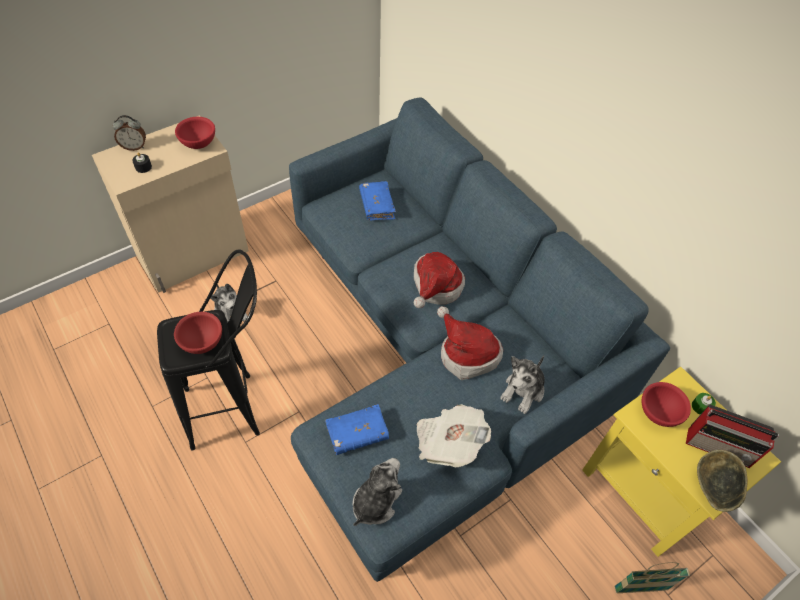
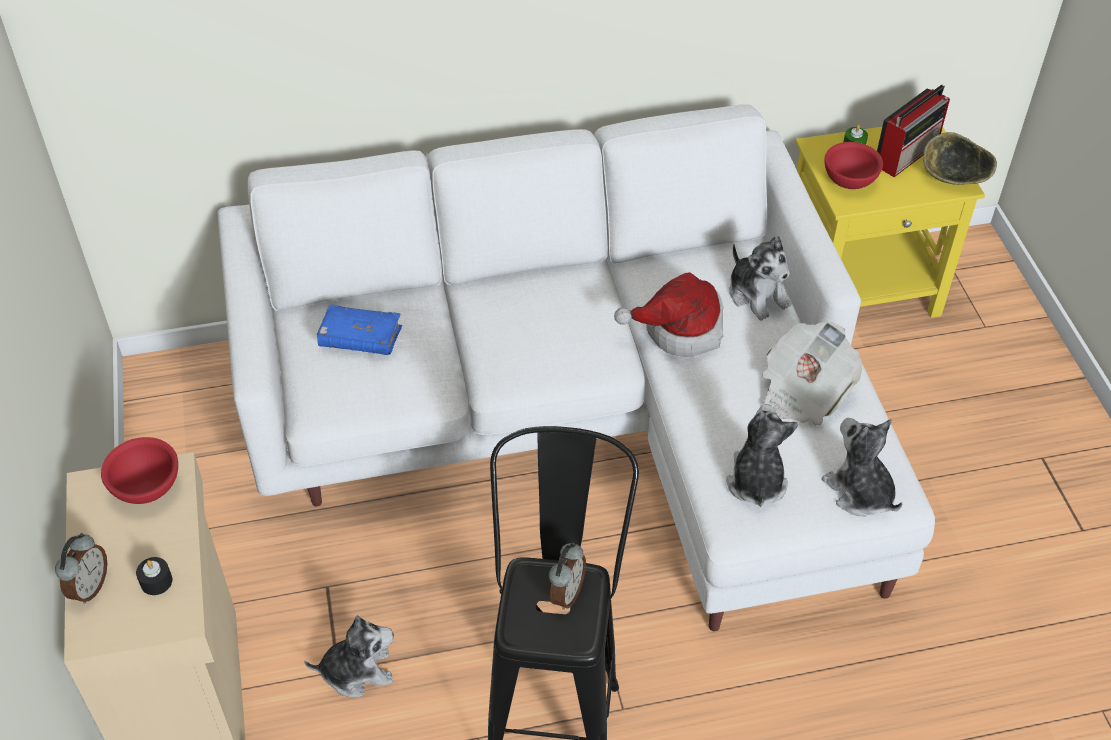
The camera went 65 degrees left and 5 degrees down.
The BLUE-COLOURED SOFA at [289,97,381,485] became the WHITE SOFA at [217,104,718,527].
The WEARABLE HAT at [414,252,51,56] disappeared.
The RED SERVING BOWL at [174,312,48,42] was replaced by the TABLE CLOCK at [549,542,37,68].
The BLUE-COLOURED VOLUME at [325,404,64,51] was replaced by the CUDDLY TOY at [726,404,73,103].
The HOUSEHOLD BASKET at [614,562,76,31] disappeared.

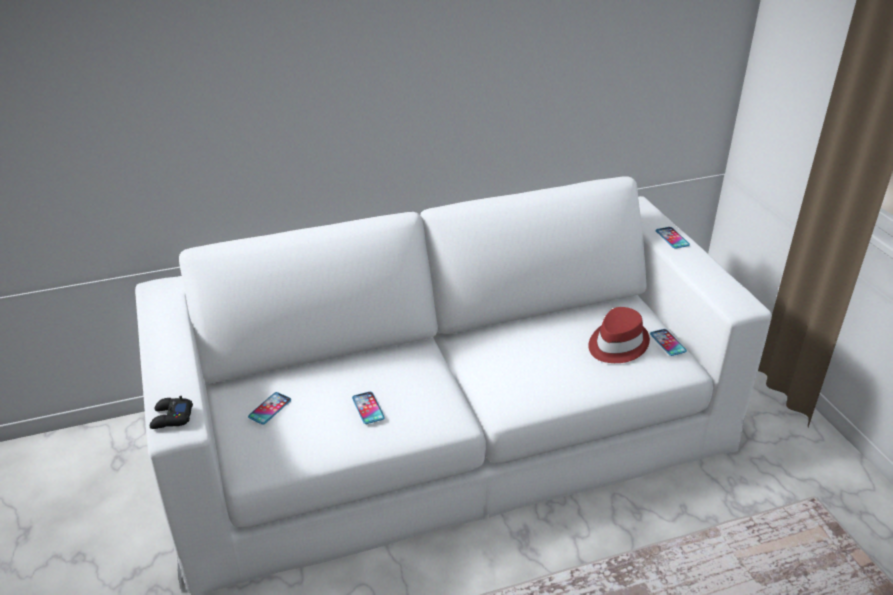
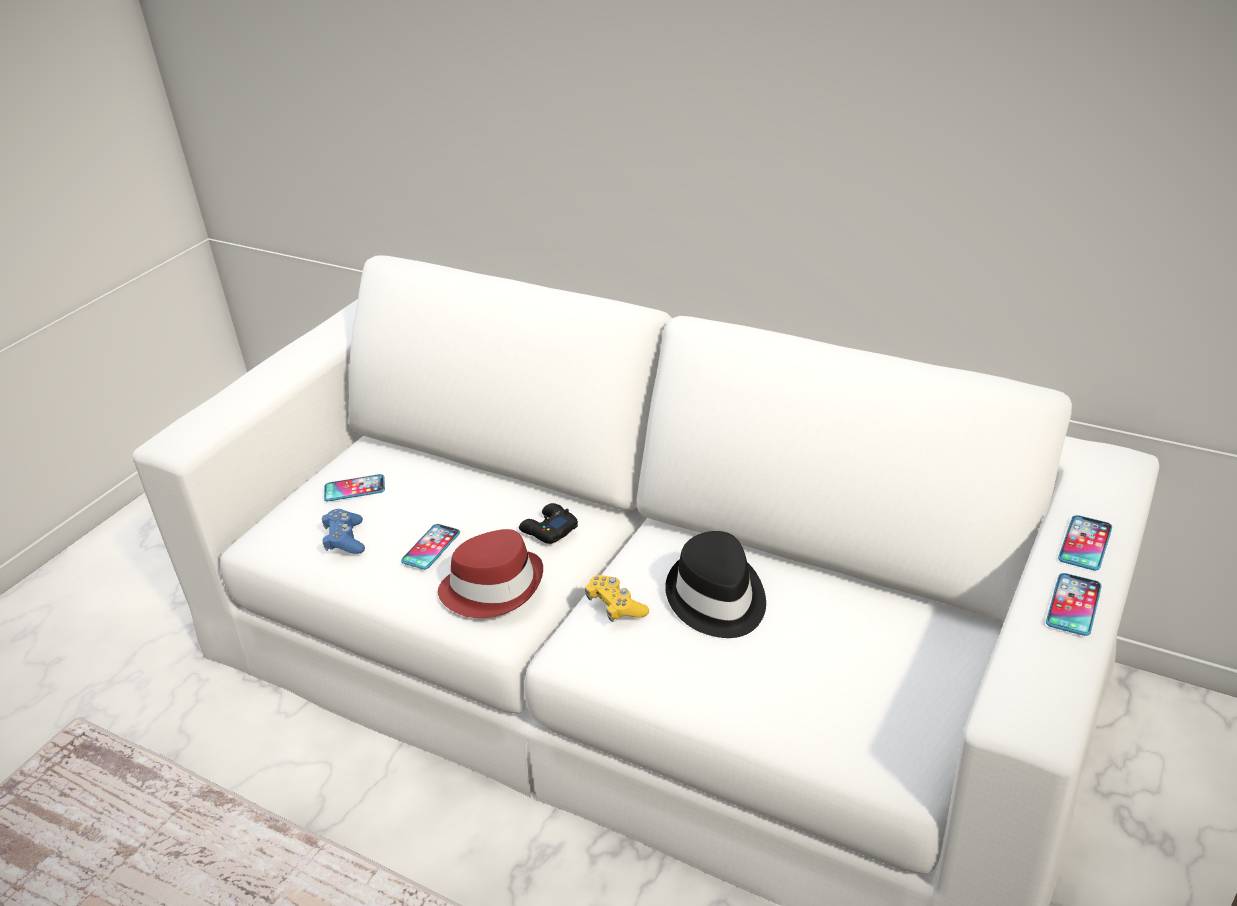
The camera went 50 degrees right and 0 degrees up.
The RED WEARABLE HAT moved from [588,307,62,56] to [438,529,105,89].
The HANDSET moved from [650,329,37,27] to [1046,573,56,63].
The BLACK-COLOURED GAMEPAD moved from [150,396,43,33] to [519,503,59,41].
The BLUE-COLOURED GAMEPAD at [322,509,43,45] appeared.
The BLACK-COLOURED WEARABLE HAT at [665,531,101,107] appeared.
The YELLOW GAMEPAD at [585,575,64,47] appeared.

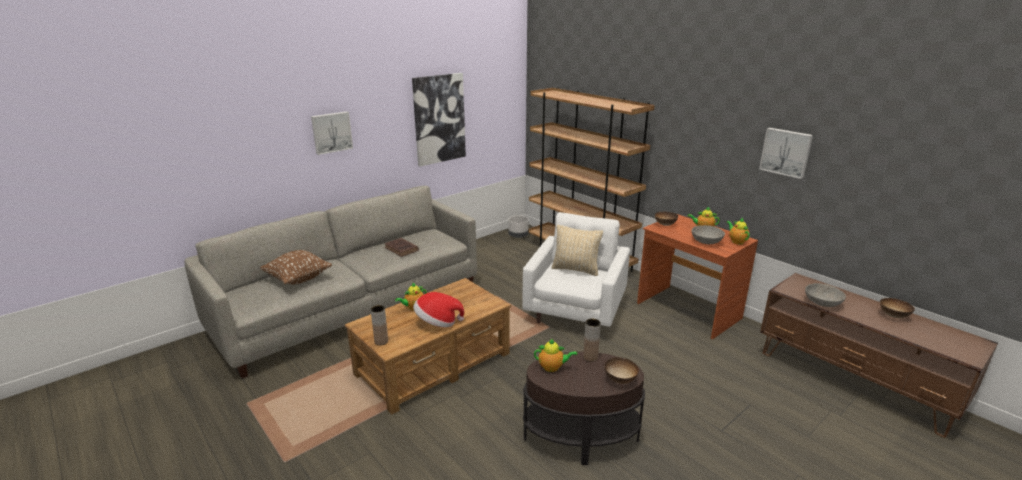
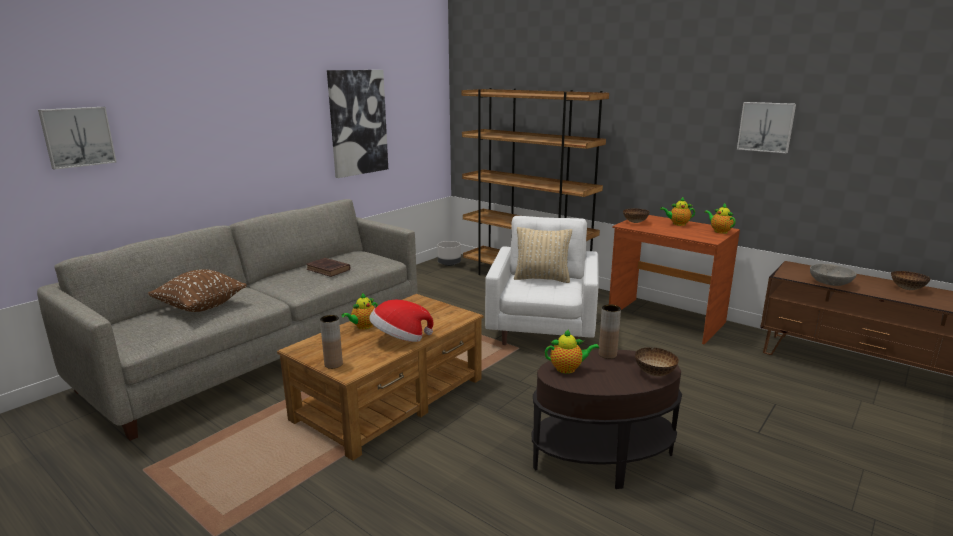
The camera went 10 degrees left and 5 degrees down.
The WALL ART moved from [311,111,42,44] to [38,107,79,63].
The GREYISH SERVING BOWL at [692,225,33,19] disappeared.

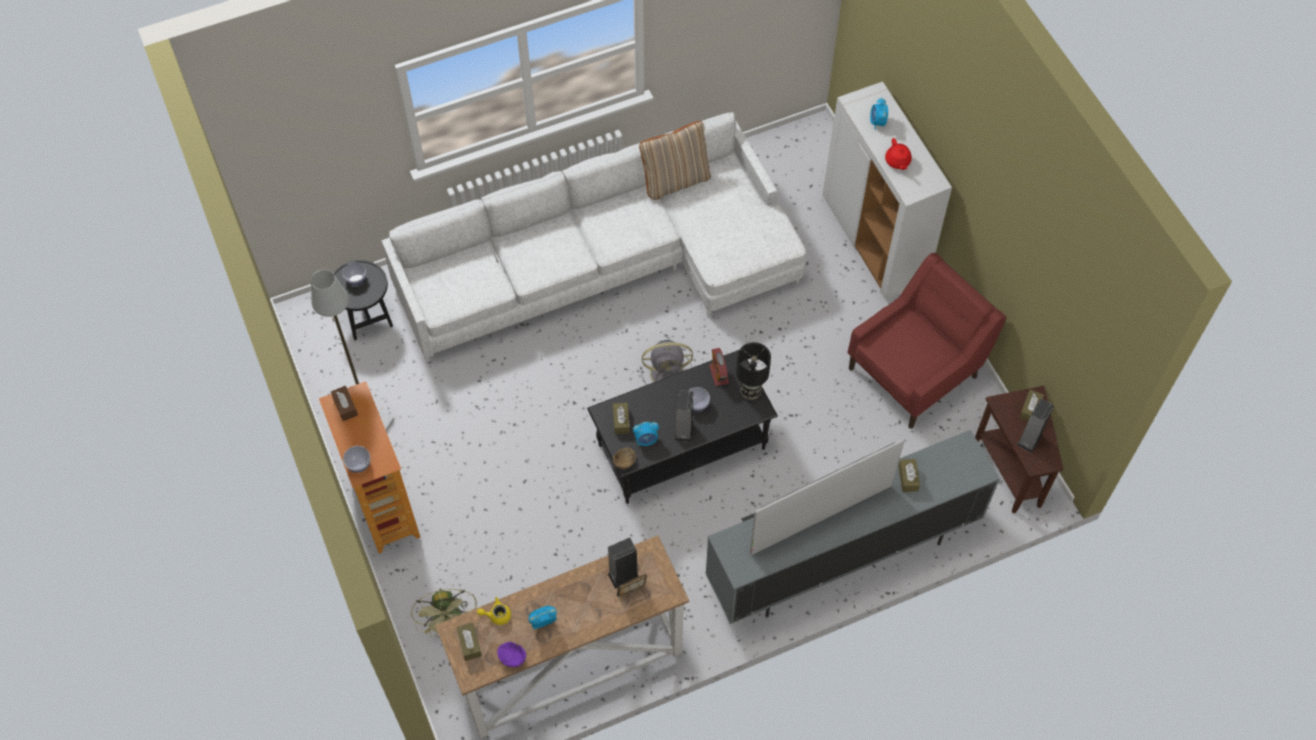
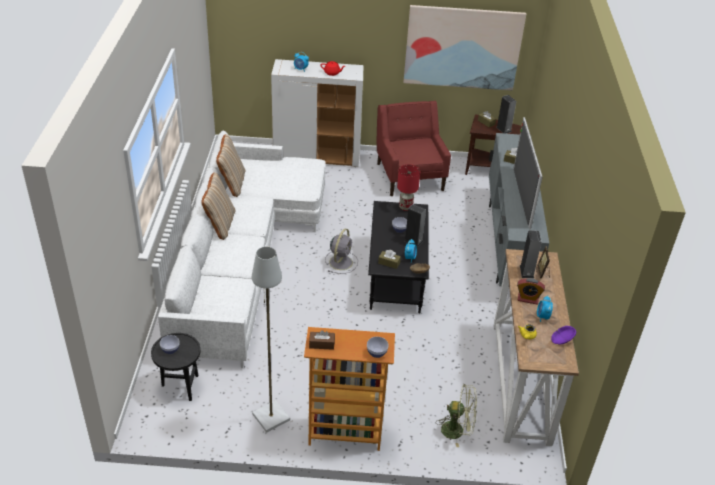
The camera went 65 degrees left and 20 degrees down.
The BLACK-COLOURED TABLE LAMP at [736,342,35,58] became the RED TABLE LAMP at [397,164,23,47].
The TABLE CLOCK moved from [709,348,20,38] to [517,278,28,27].
The BROWN TISSUE BOX at [457,623,25,38] disappeared.
The WALL ART at [403,5,123,86] appeared.
The BEIGE PILLOW at [202,172,34,68] appeared.

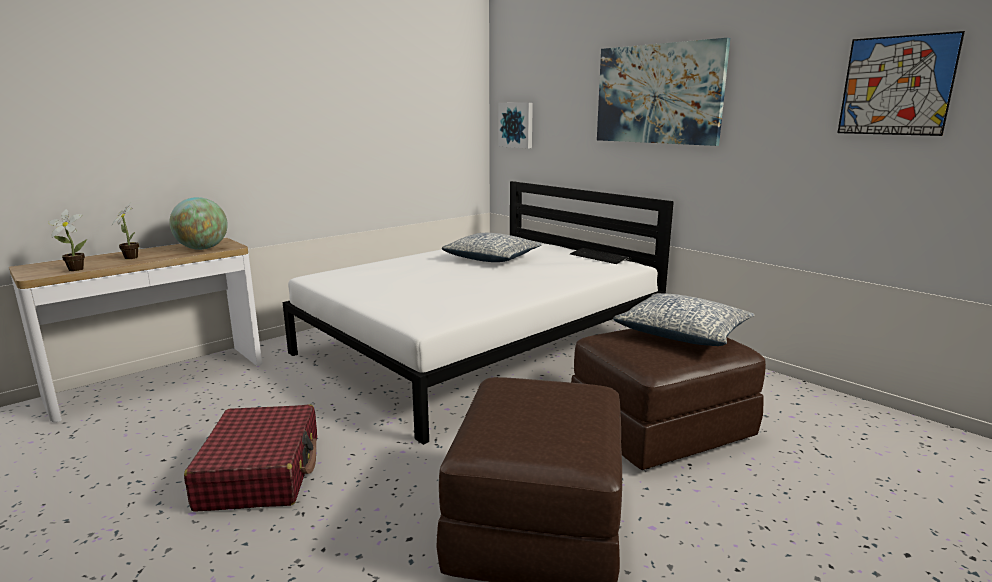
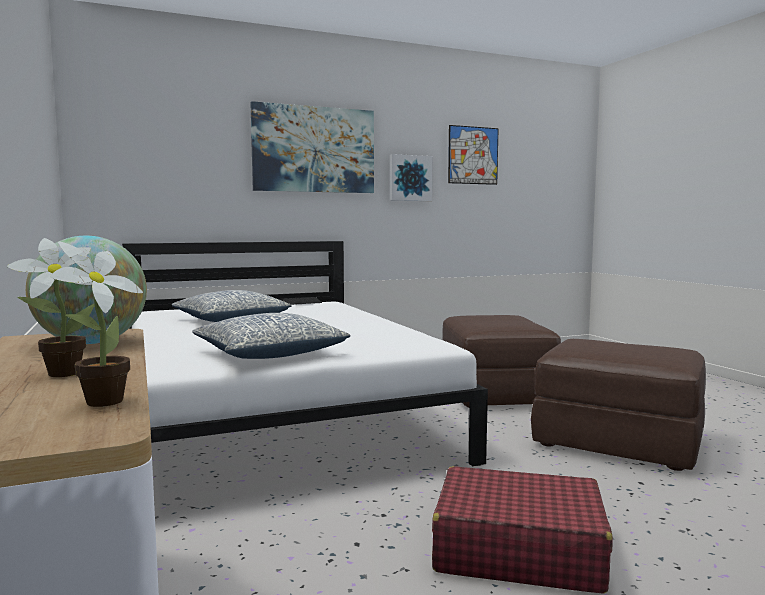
The camera went 70 degrees left and 10 degrees down.
The WALL ART moved from [498,103,35,46] to [390,154,43,47].
The PILLOW moved from [613,293,142,53] to [192,313,159,46].

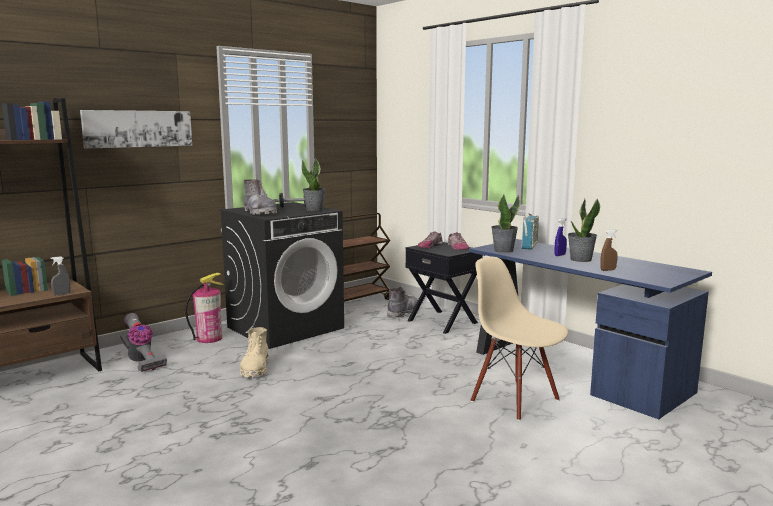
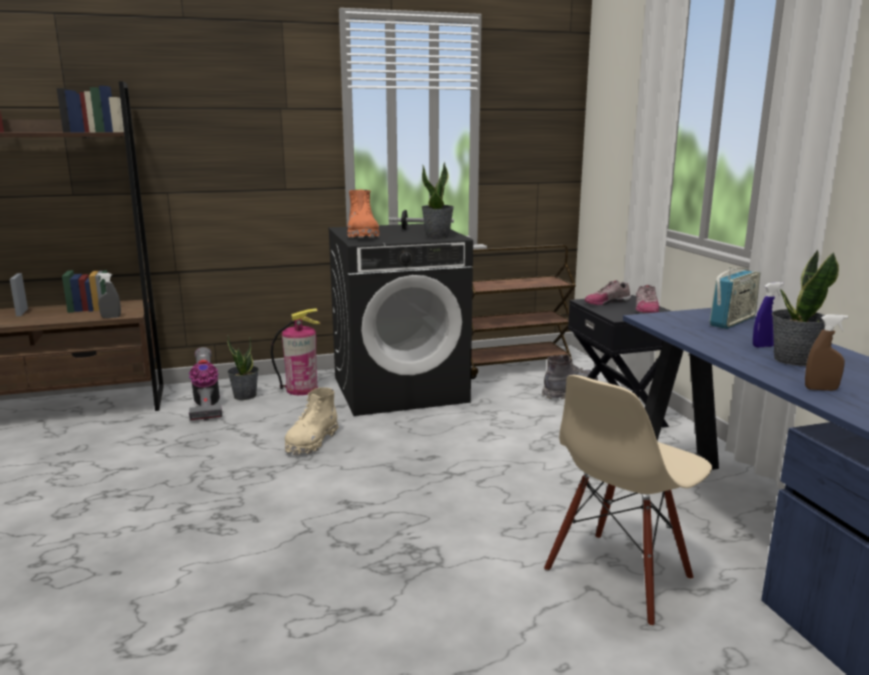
The camera went 25 degrees right and 5 degrees up.
The WALL ART at [80,110,112,39] disappeared.
The GREYISH HIGH-TOP BOOT at [244,179,33,36] became the ORANGE-COLOURED HIGH-TOP BOOT at [348,190,32,48].
The POTTED PLANT moved from [491,195,29,58] to [227,335,32,65].
The BEIGE UPRIGHT CHAIR at [471,257,97,164] turned 120 degrees counterclockwise.

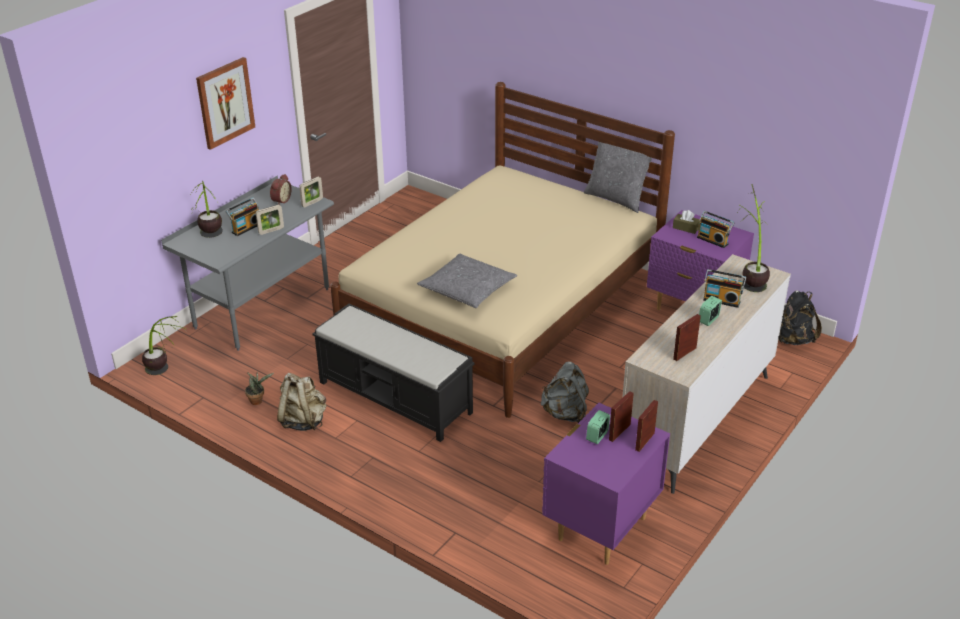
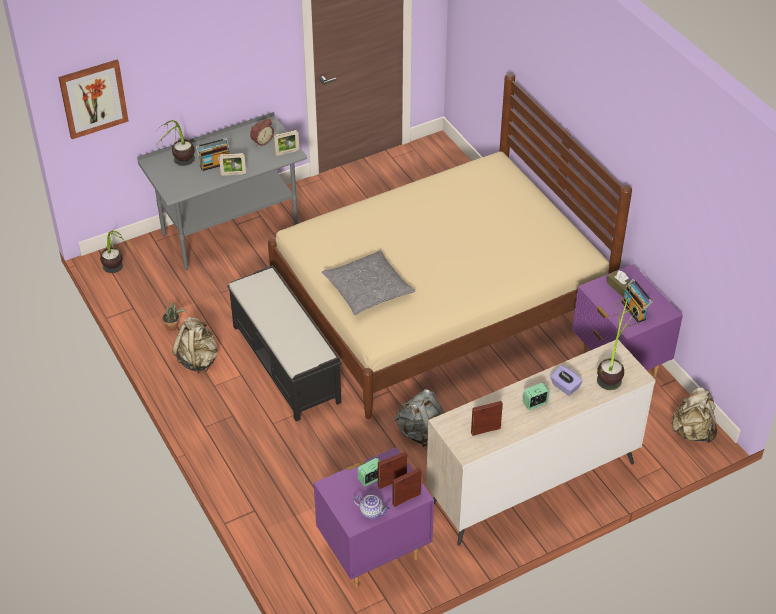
The camera went 25 degrees right and 10 degrees up.
The WALL ART moved from [196,57,59,93] to [58,60,71,79].
The GREYISH PILLOW at [584,142,68,71] disappeared.
The RADIO at [703,269,43,39] was replaced by the PURPLE TISSUE BOX at [550,365,32,31].
The BLACK-COLOURED BACKPACK at [779,290,43,55] became the BEIGE BACKPACK at [670,387,47,56].
The POT FOR TEA at [353,495,37,24] appeared.

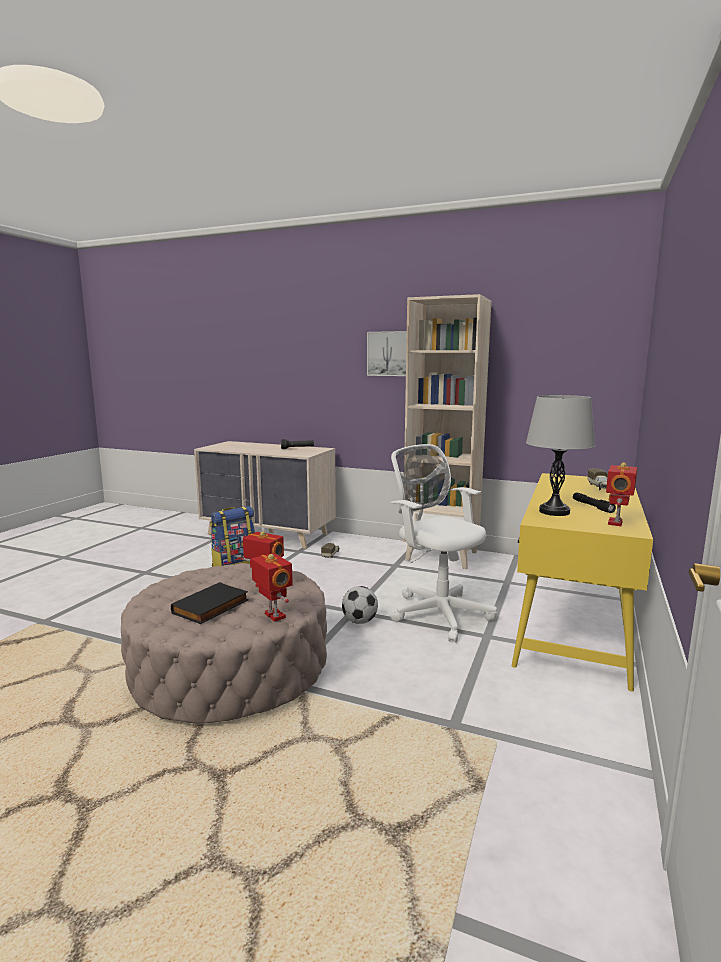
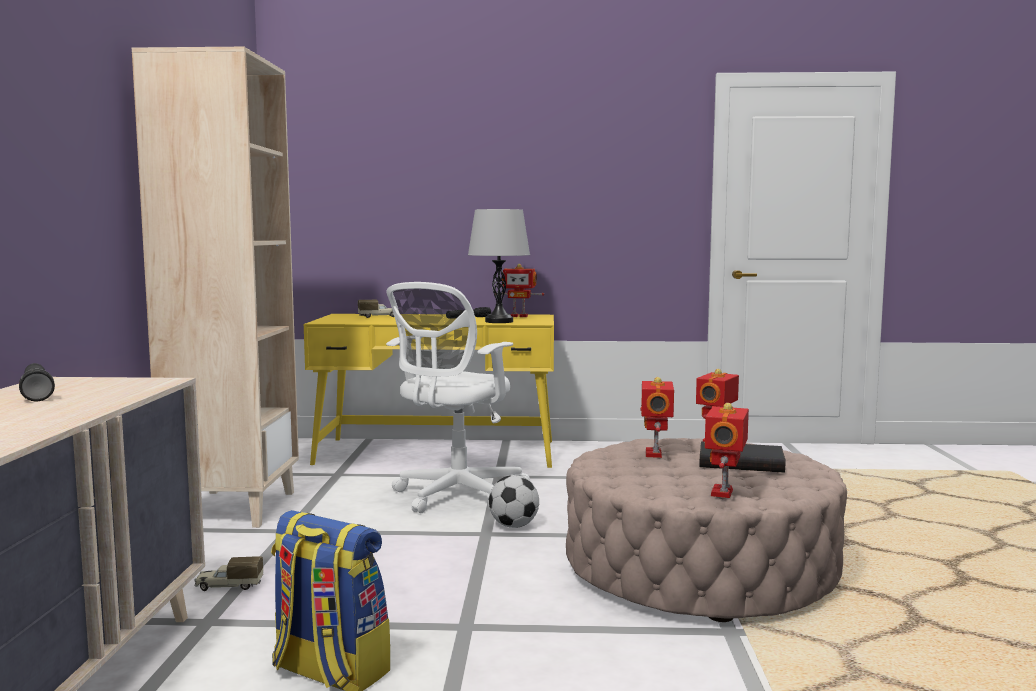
The camera went 110 degrees left and 5 degrees down.
The WALL ART at [367,331,40,45] disappeared.
The MODEL ROBOT at [705,403,44,95] appeared.

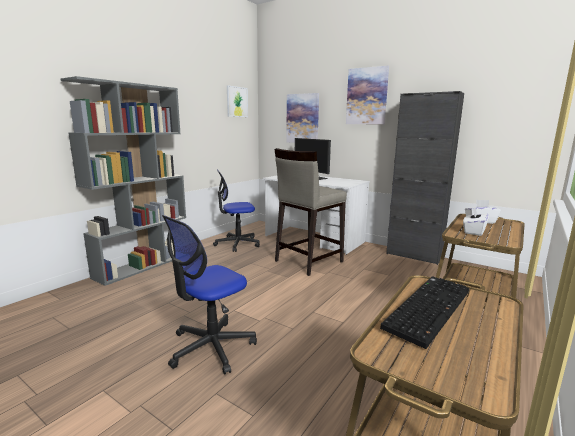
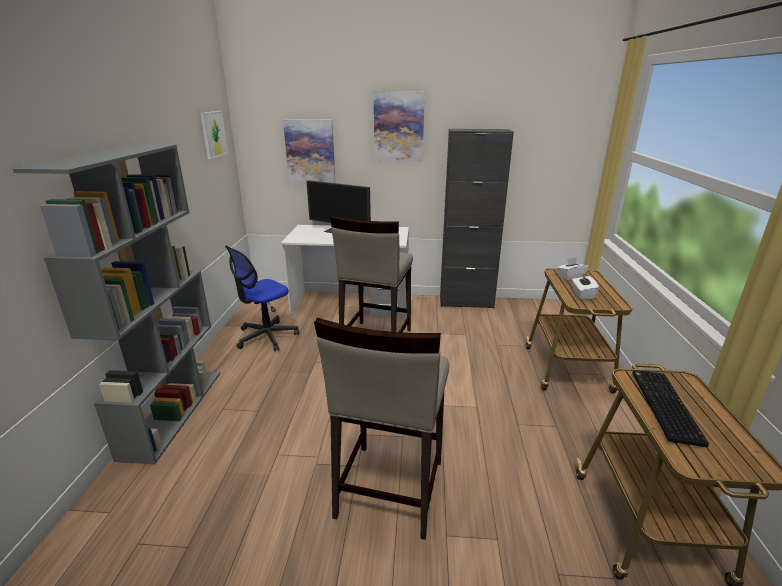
The camera went 30 degrees left and 10 degrees up.
The DESK CHAIR at [162,215,95,160] was replaced by the BEIGE STOOL at [314,318,135,222].

